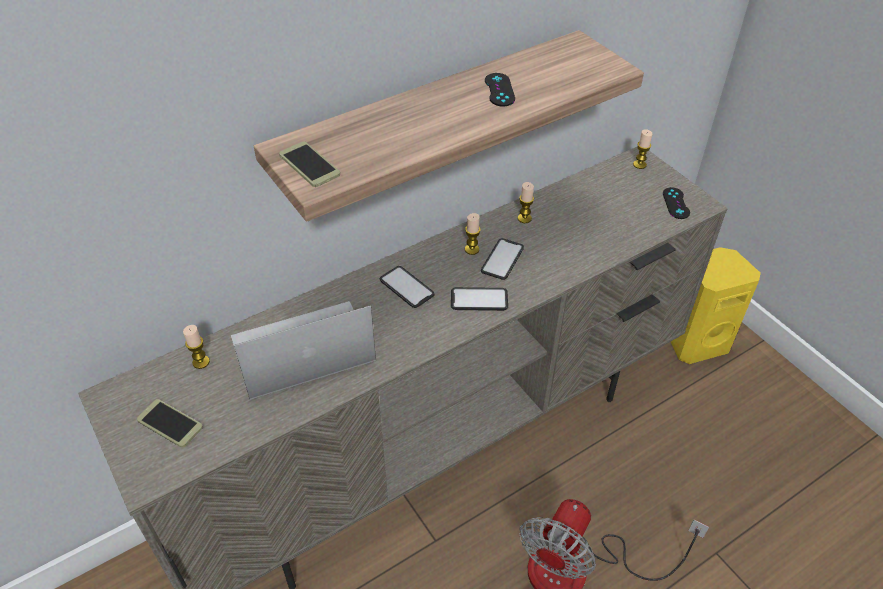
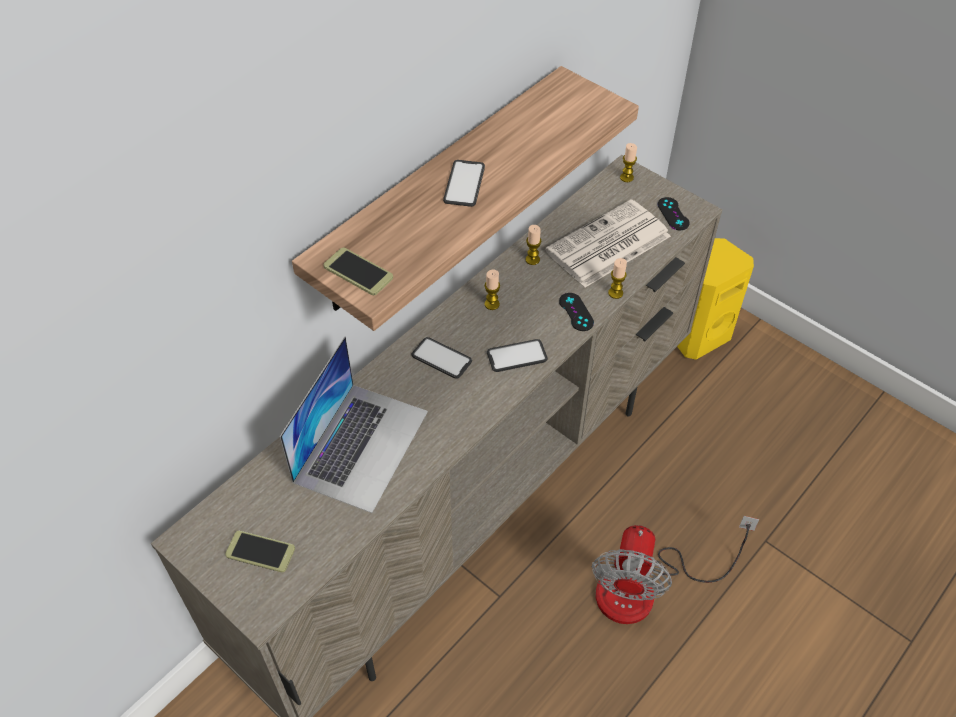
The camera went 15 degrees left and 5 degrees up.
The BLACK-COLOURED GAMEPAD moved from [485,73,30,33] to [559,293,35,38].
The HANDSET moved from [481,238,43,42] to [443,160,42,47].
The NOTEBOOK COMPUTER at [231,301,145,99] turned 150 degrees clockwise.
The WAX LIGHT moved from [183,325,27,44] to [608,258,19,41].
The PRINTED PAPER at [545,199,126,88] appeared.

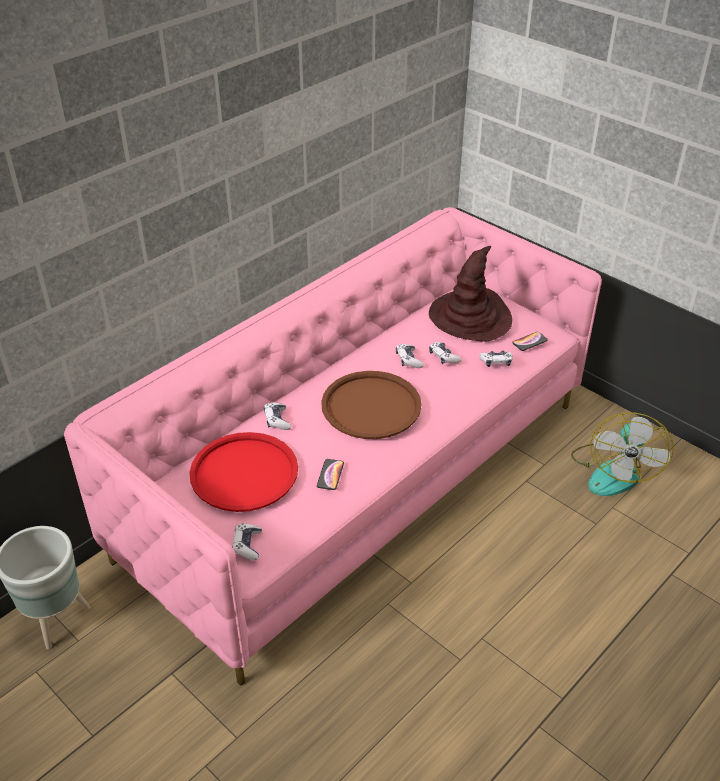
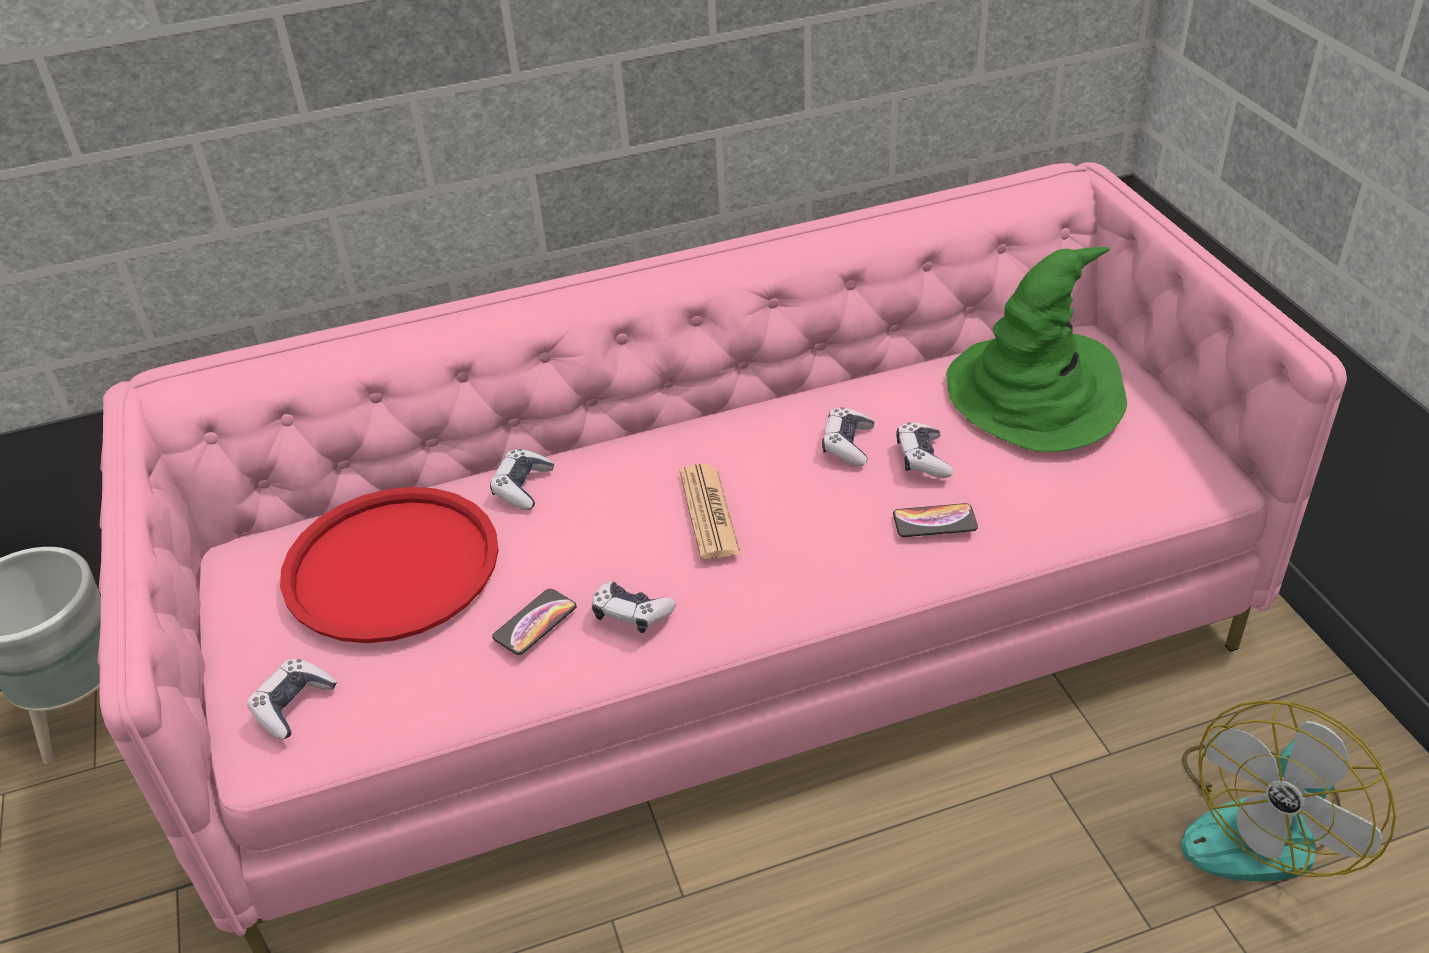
The camera went 30 degrees right and 0 degrees up.
The BROWN WEARABLE HAT at [429,246,83,95] became the GREEN WEARABLE HAT at [946,247,181,205].
The HANDSET moved from [512,332,36,19] to [893,503,85,34].
The GAMEPAD moved from [479,351,34,16] to [592,581,84,52].
The BROWN SERVING TRAY at [321,371,101,68] was replaced by the PRINTED PAPER at [680,464,61,96].

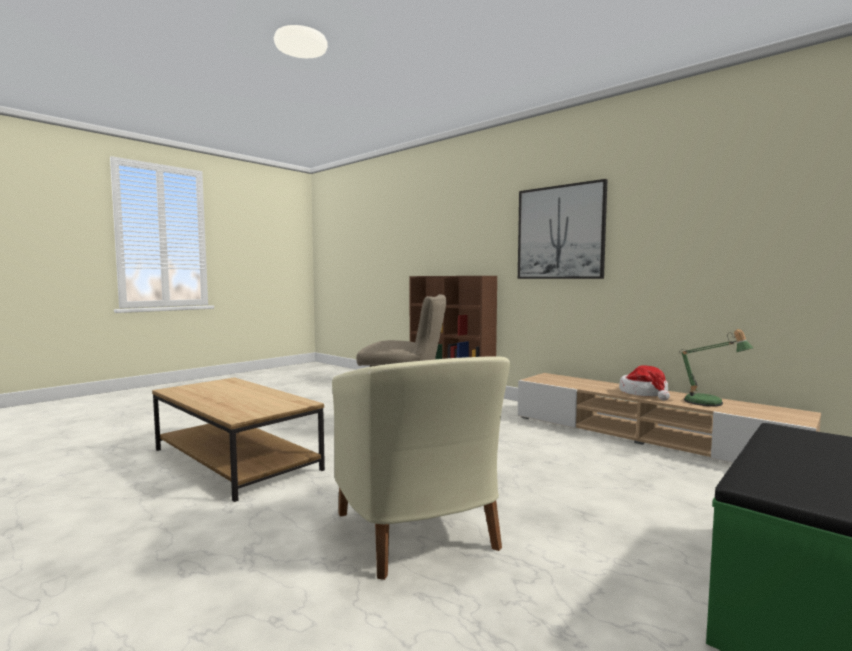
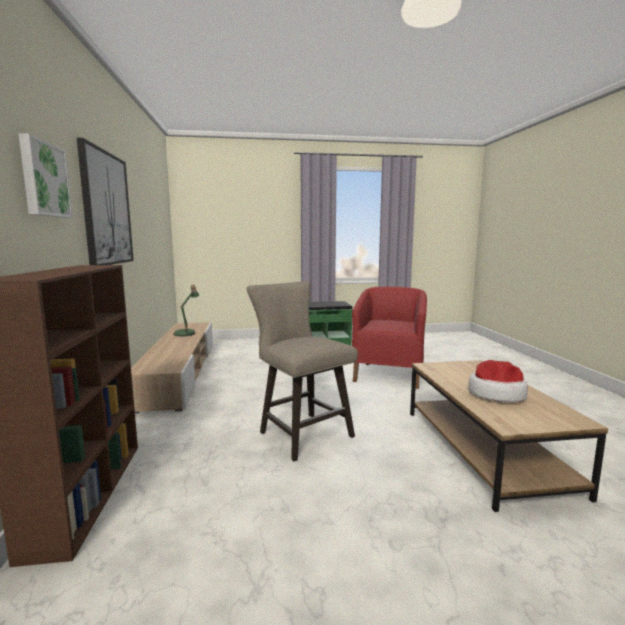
The camera went 140 degrees left and 5 degrees up.
The BEIGE ARMCHAIR at [332,356,178,224] became the RED ARMCHAIR at [352,286,75,103].
The WEARABLE HAT moved from [619,365,51,35] to [468,360,60,42].
The WALL ART at [18,133,55,85] appeared.

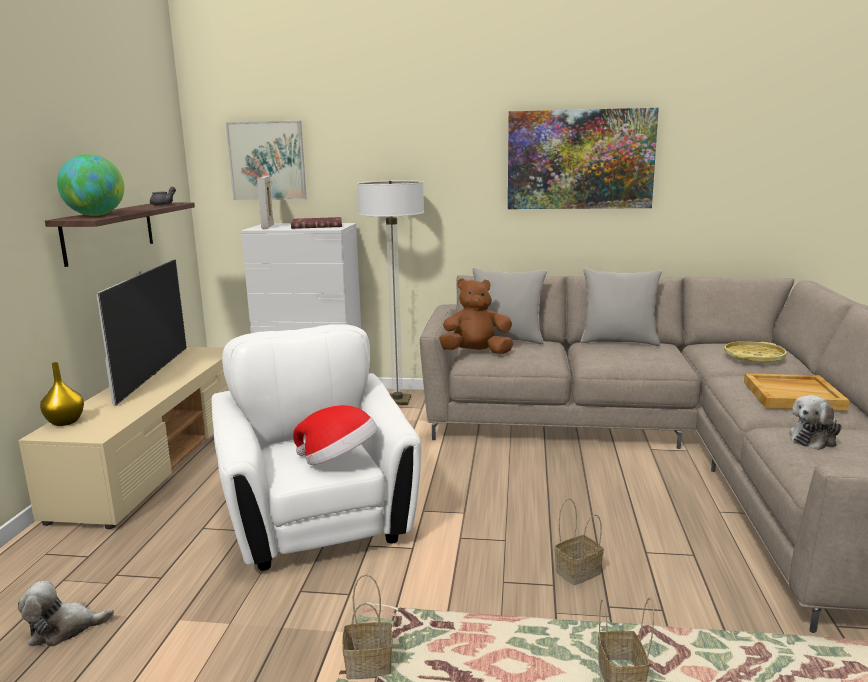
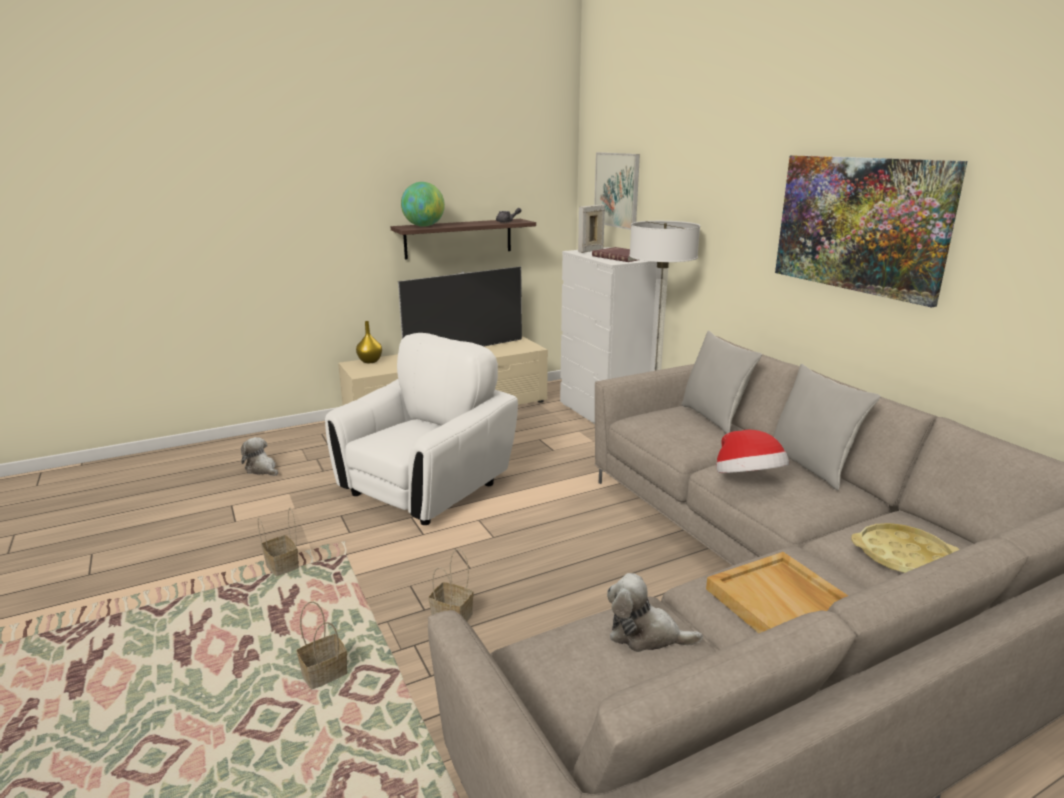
The camera went 55 degrees right and 5 degrees up.
The BROWN CUDDLY TOY at [439,278,74,76] disappeared.
The WEARABLE HAT moved from [293,405,85,60] to [716,430,73,43].

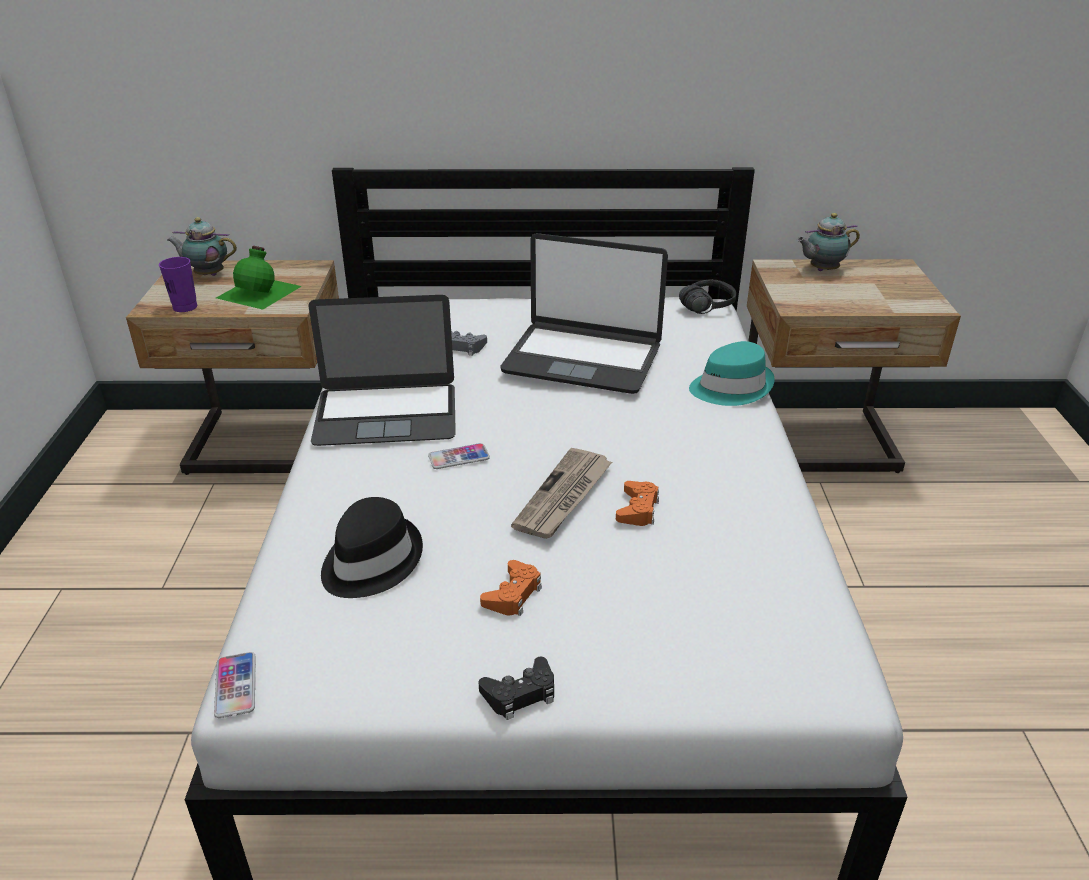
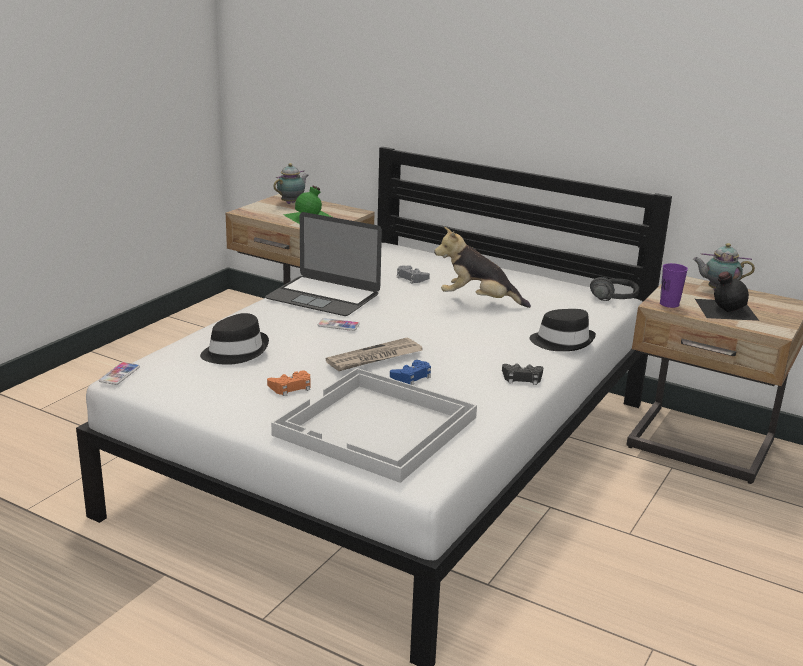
The camera went 30 degrees right and 10 degrees down.
The POT FOR TEA at [167,217,70,59] turned 90 degrees clockwise.
The NOTEBOOK COMPUTER at [501,233,167,161] was replaced by the CUDDLY TOY at [434,227,97,81].
The PURPLE DRINKING CUP moved from [159,257,38,55] to [660,263,28,45].
The TURQUOISE WEARABLE HAT at [689,341,86,65] became the BLACK-COLOURED WEARABLE HAT at [529,309,67,42].
The ORANGE-COLOURED GAMEPAD at [616,481,43,45] became the BLUE-COLOURED GAMEPAD at [390,360,41,25].
The BLACK-COLOURED GAMEPAD moved from [478,657,76,63] to [502,364,41,21].
The BLACK-COLOURED BEVERAGE BOTTLE at [695,271,64,50] appeared.
The WHITE SERVING TRAY at [271,368,206,115] appeared.

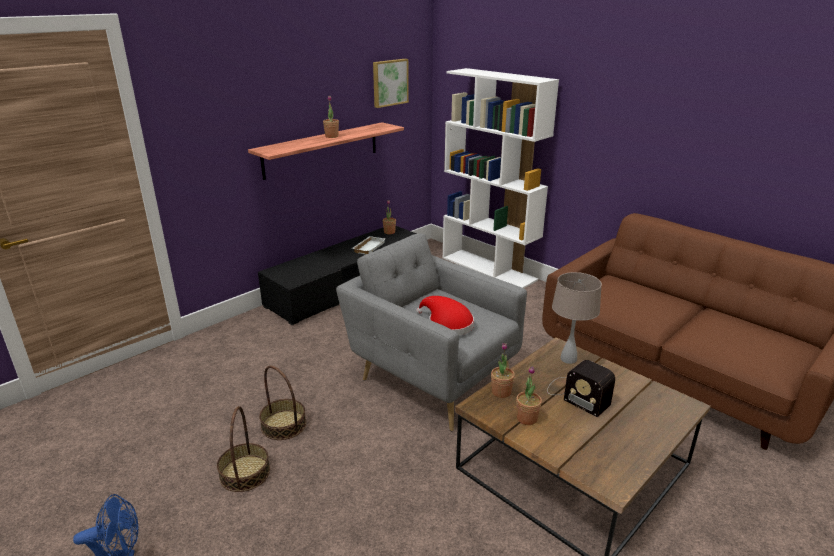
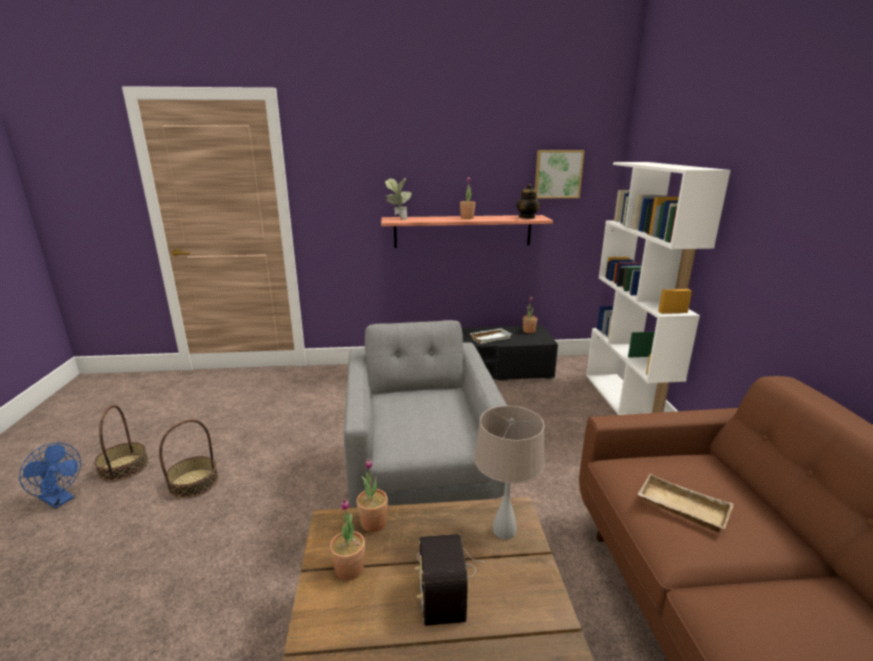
The camera went 40 degrees right and 5 degrees down.
The RED WEARABLE HAT at [416,296,58,39] disappeared.
The HOUSEHOLD BASKET moved from [259,366,47,74] to [94,405,55,77].
The POTTED PLANT at [385,178,26,42] appeared.
The POT FOR TEA at [516,184,24,35] appeared.
The BEIGE SERVING TRAY at [637,473,96,59] appeared.

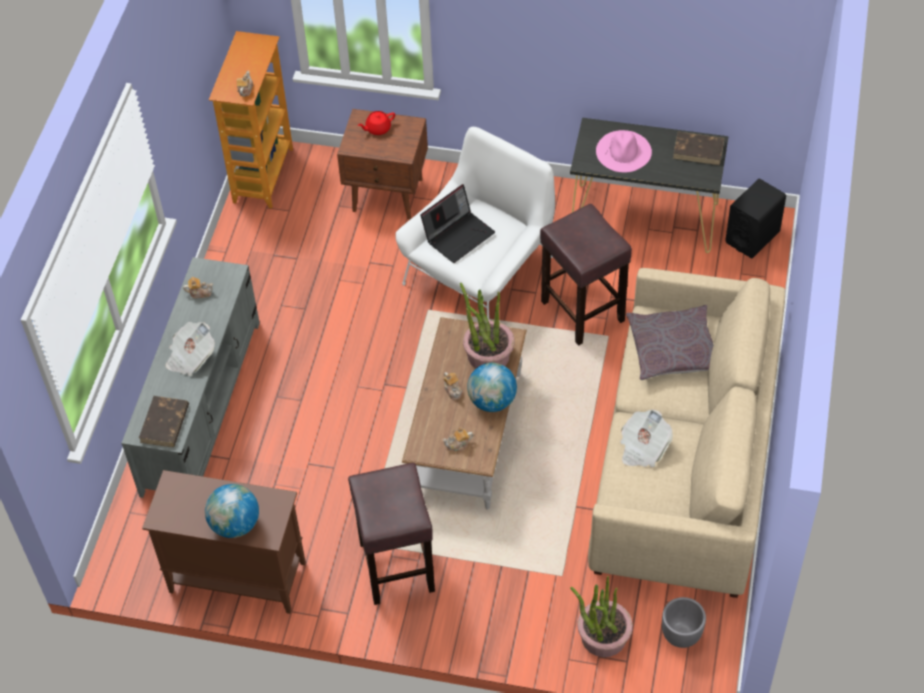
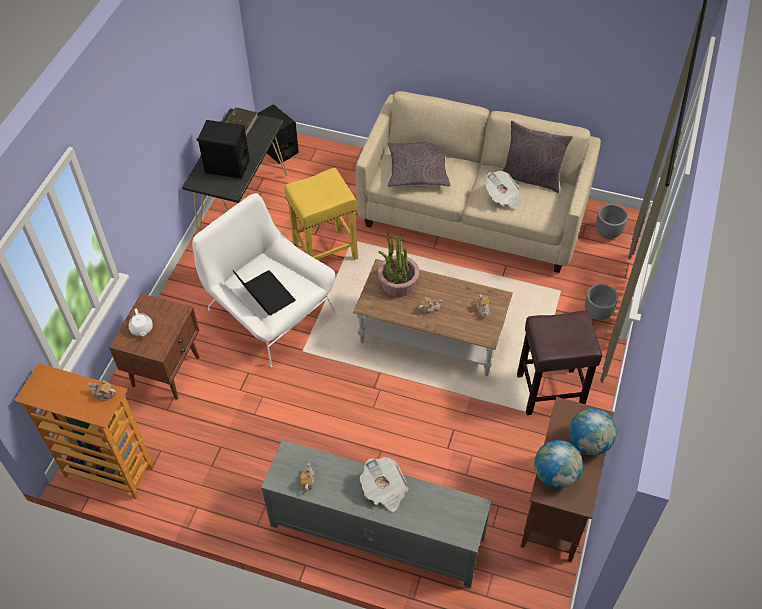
The camera went 85 degrees left and 0 degrees up.
The RED POT FOR TEA at [358,111,37,24] became the WHITE POT FOR TEA at [129,309,24,28].
The PINK WEARABLE HAT at [596,130,56,42] was replaced by the BLACK-COLOURED SPEAKER at [197,120,53,58].
The BROWN STOOL at [540,204,92,142] became the YELLOW STOOL at [284,168,74,92].
The DESK GLOBE moved from [467,363,50,49] to [534,440,49,48].
The BROWN VOLUME at [139,396,50,51] disappeared.
The POTTED PLANT at [570,576,63,81] disappeared.
The GREYISH PILLOW at [502,120,71,73] appeared.
The GREYISH PLANTER at [585,284,33,36] appeared.

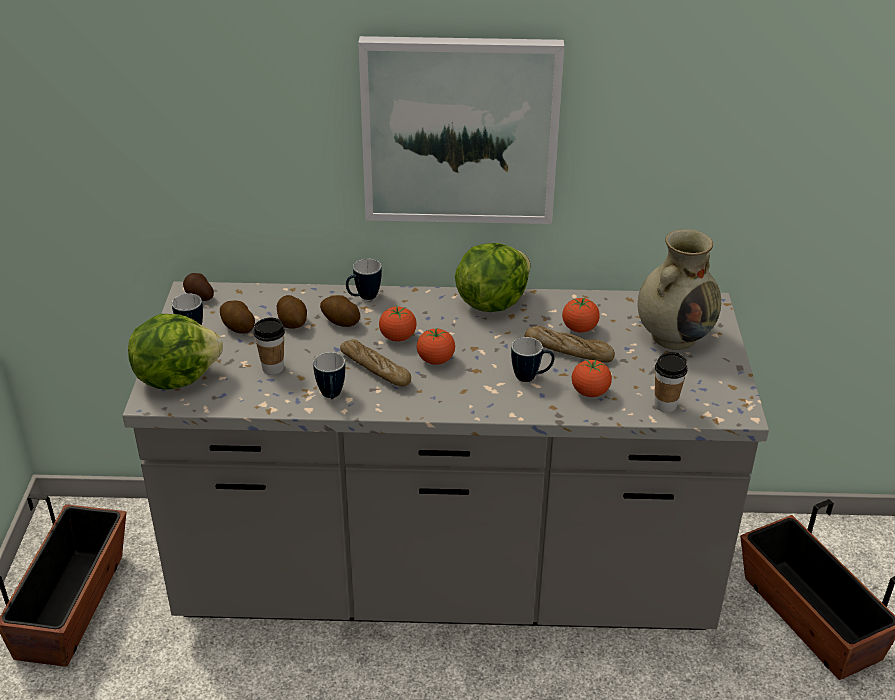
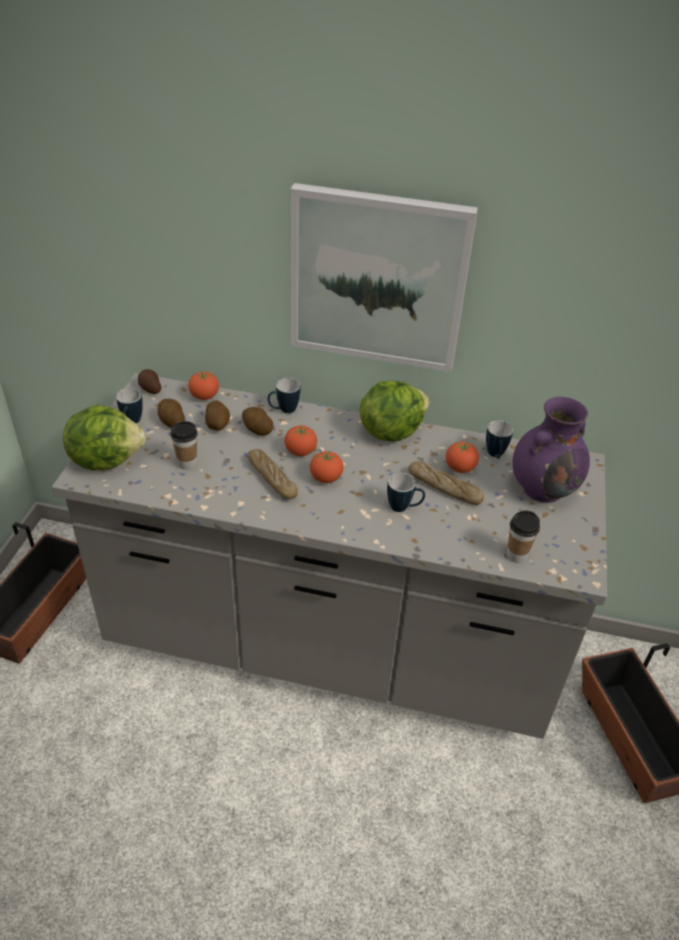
The camera went 10 degrees right and 5 degrees up.
The BEIGE VASE at [638,229,83,121] became the PURPLE VASE at [512,397,78,106].
The MUG moved from [313,352,32,47] to [486,420,27,39].
The FRESH TOMATO moved from [572,359,40,38] to [188,371,31,29].

